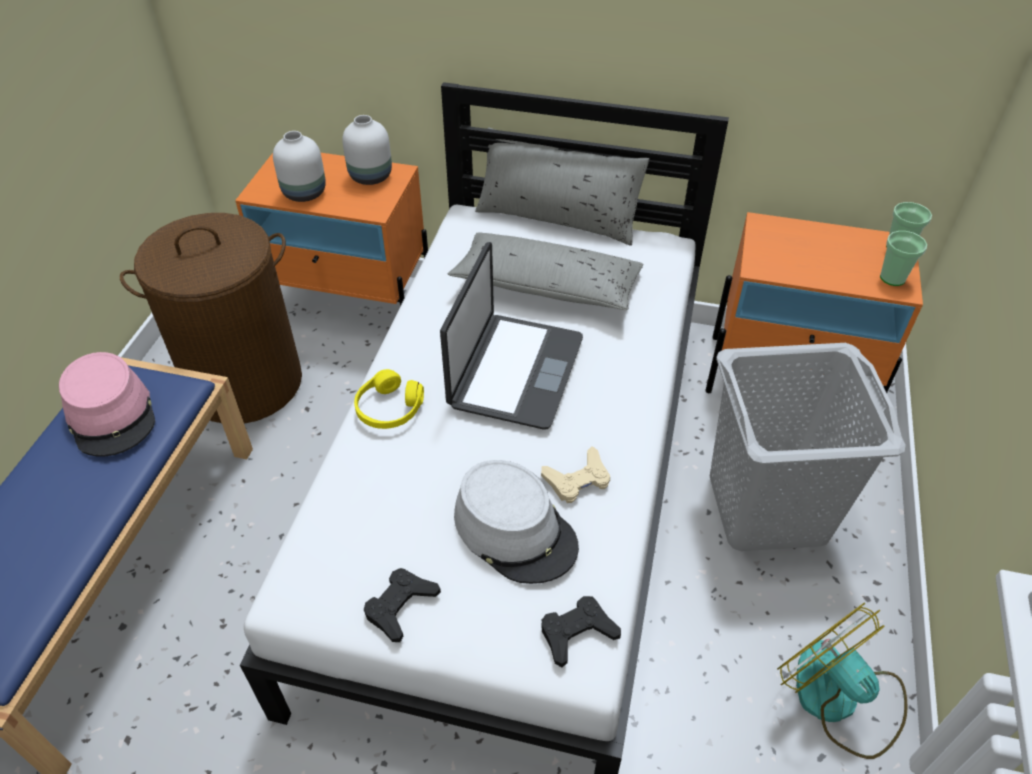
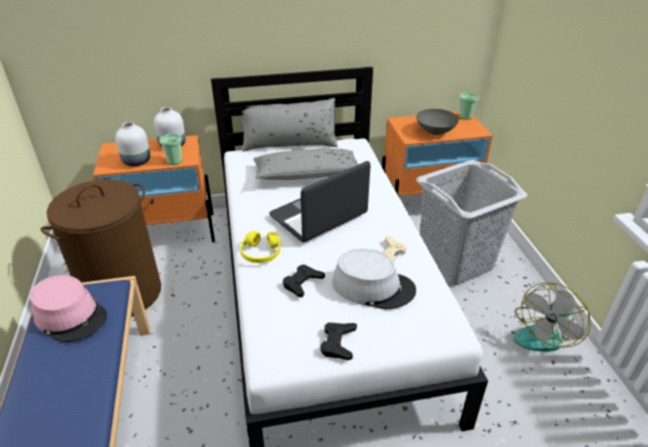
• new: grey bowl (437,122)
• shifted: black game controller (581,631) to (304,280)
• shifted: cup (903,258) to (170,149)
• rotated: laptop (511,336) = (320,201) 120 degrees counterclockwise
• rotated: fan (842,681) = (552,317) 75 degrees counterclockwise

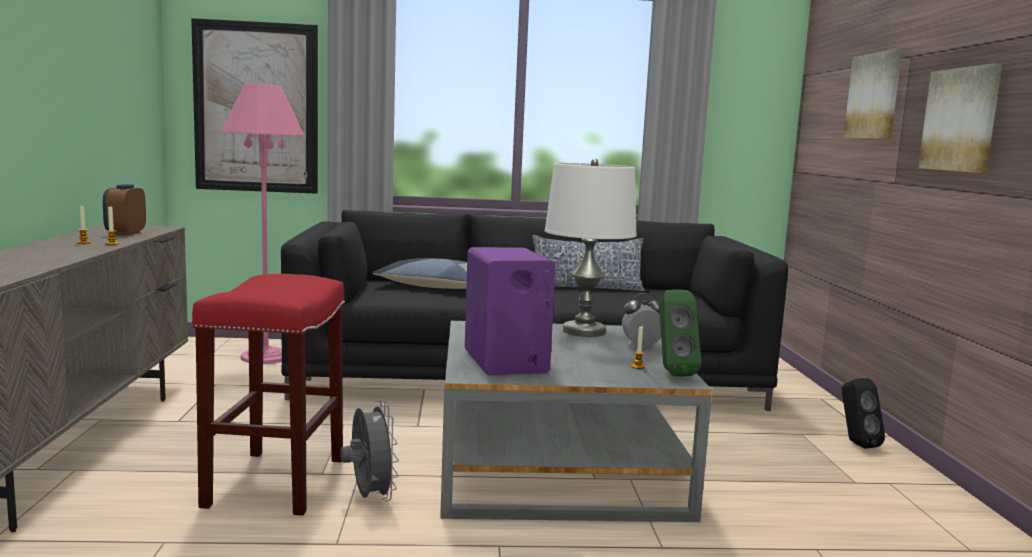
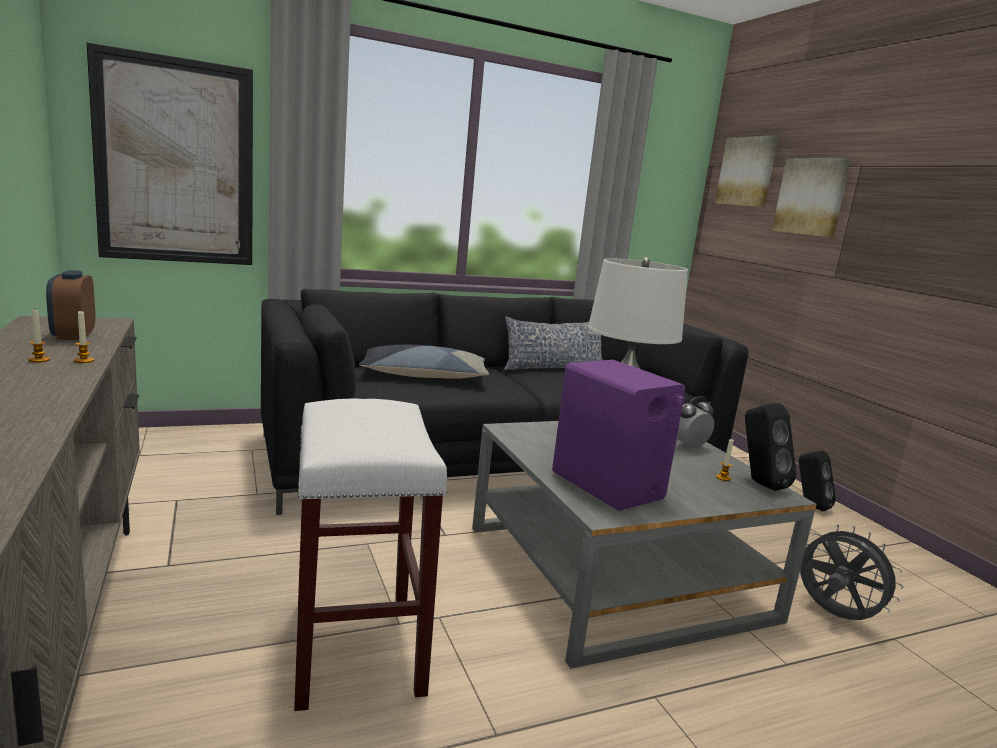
• gone: pink floor lamp (263,224)
• shifted: grey fan (369,451) to (852,572)
• shifted: picture (960,118) to (747,171)
• repainted: red stool (268,395) to white stool (370,555)
• repainted: green speaker (680,332) to black speaker (770,447)

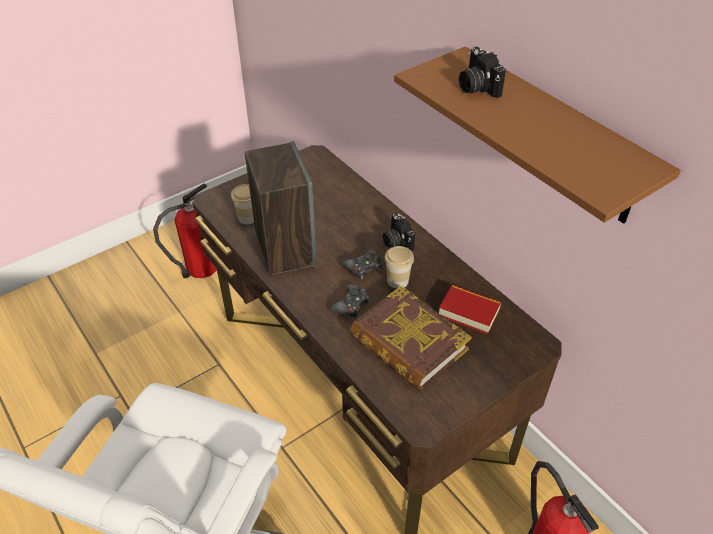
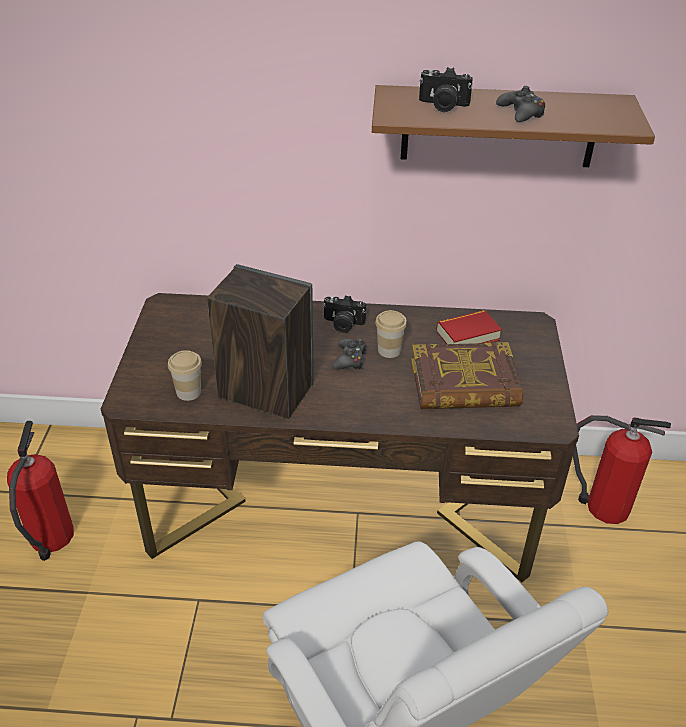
• shifted: black game controller (350,301) to (520,104)

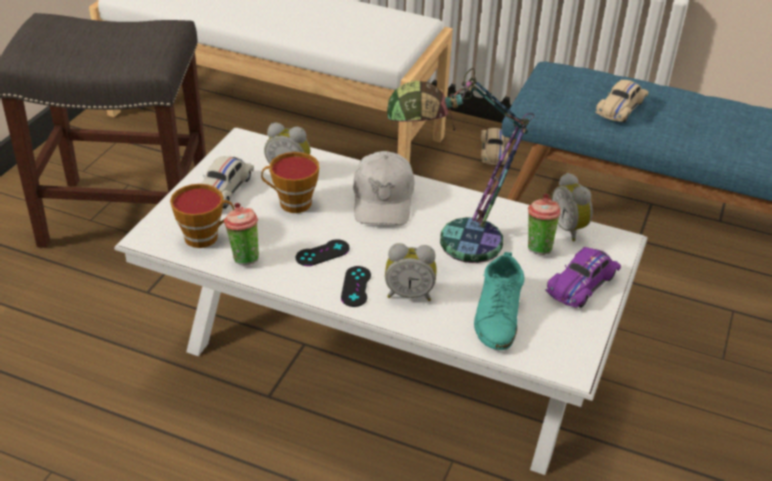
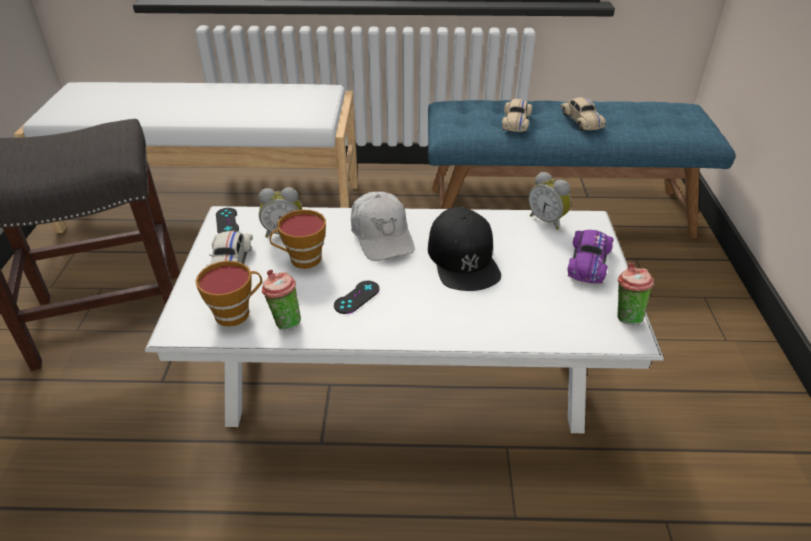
• gone: alarm clock (411,272)
• gone: turquoise shoe (499,301)
• shifted: black game controller (356,286) to (227,220)
• shifted: beige toy car (495,146) to (583,114)
• shifted: cup (544,224) to (635,294)
• swapped: table lamp (460,165) to black cap (464,249)

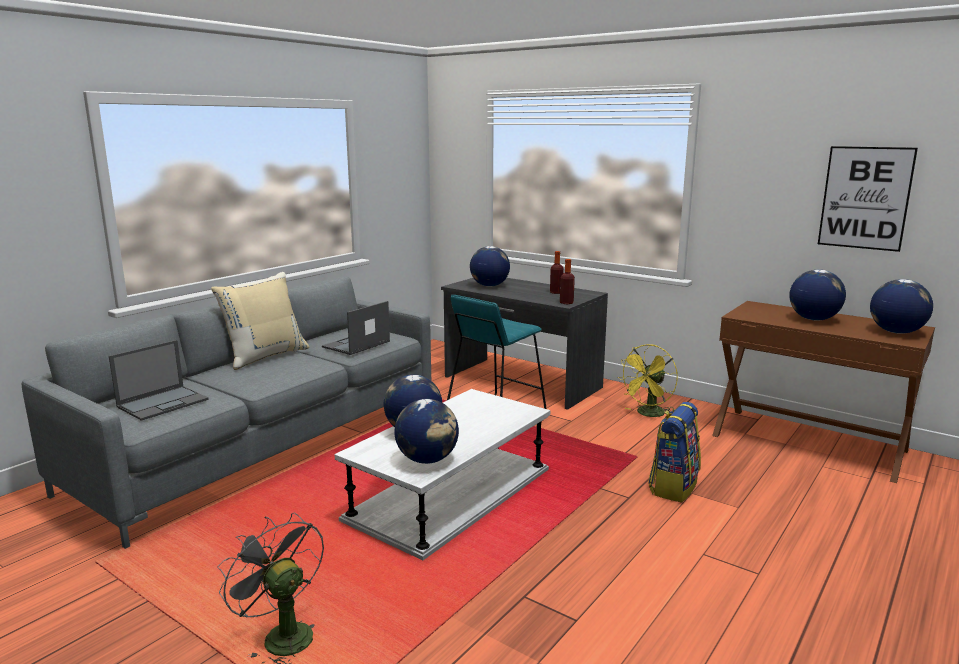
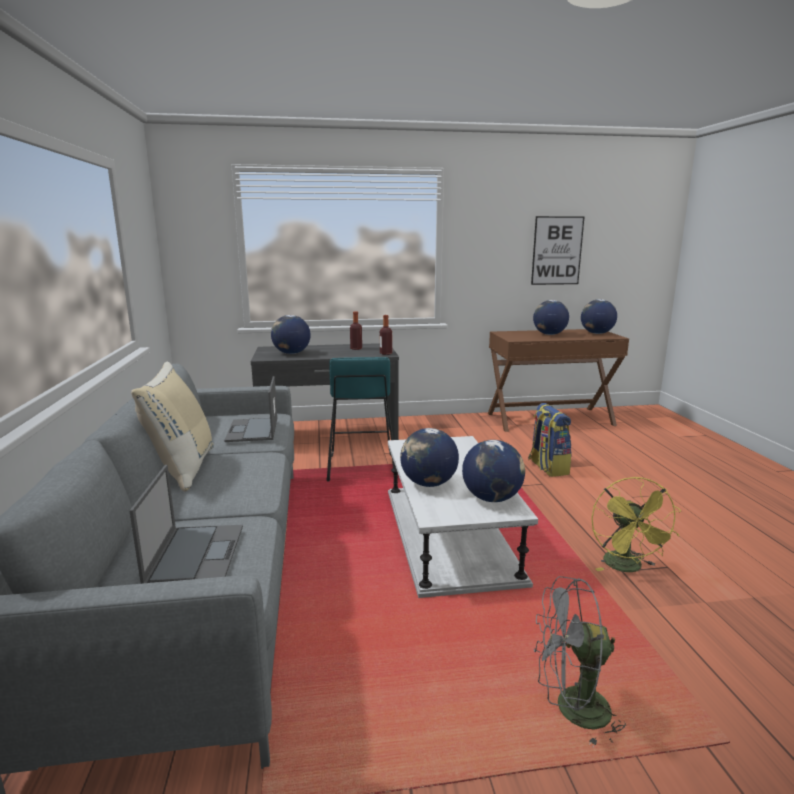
• shifted: yellow fan (648,380) to (636,524)

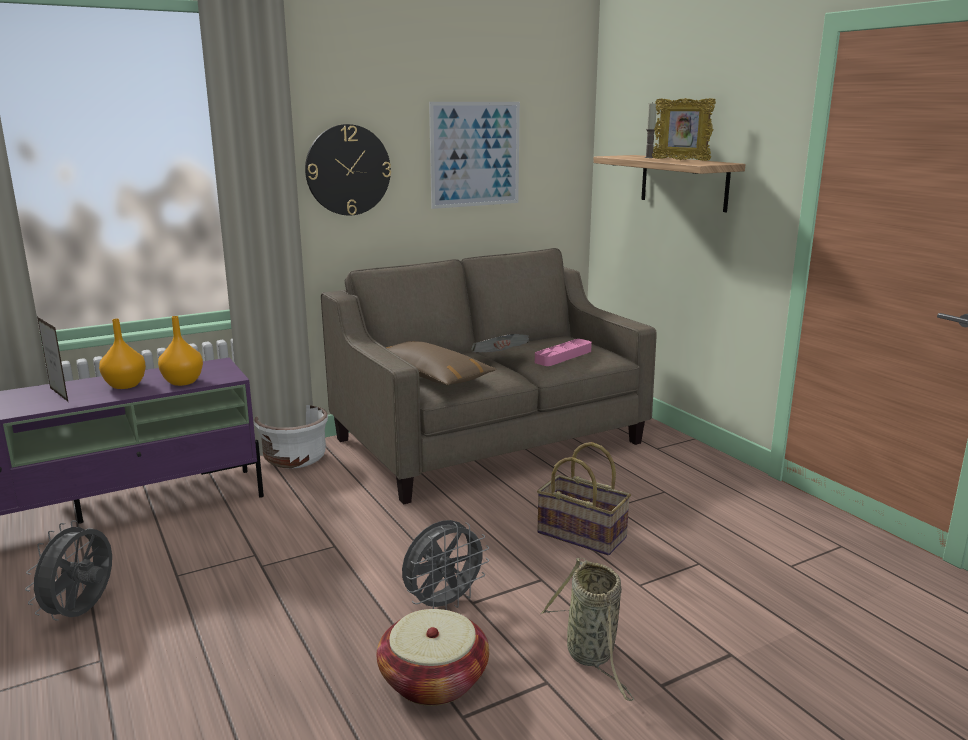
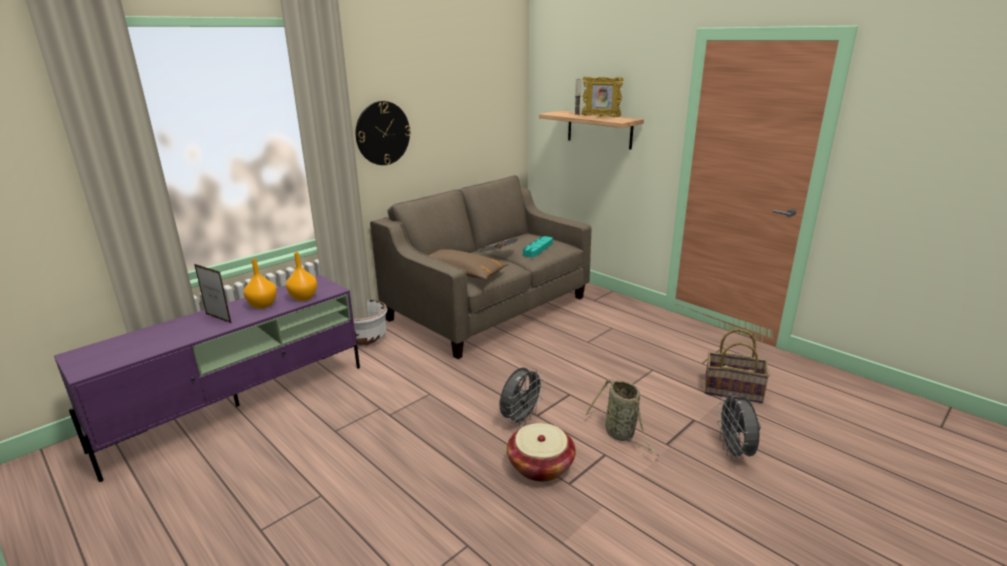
• gone: picture (474,155)
• shifted: grey fan (68,570) to (739,426)
• shifted: basket (584,499) to (737,366)
• repainted: pink tray (563,352) to turquoise tray (538,246)

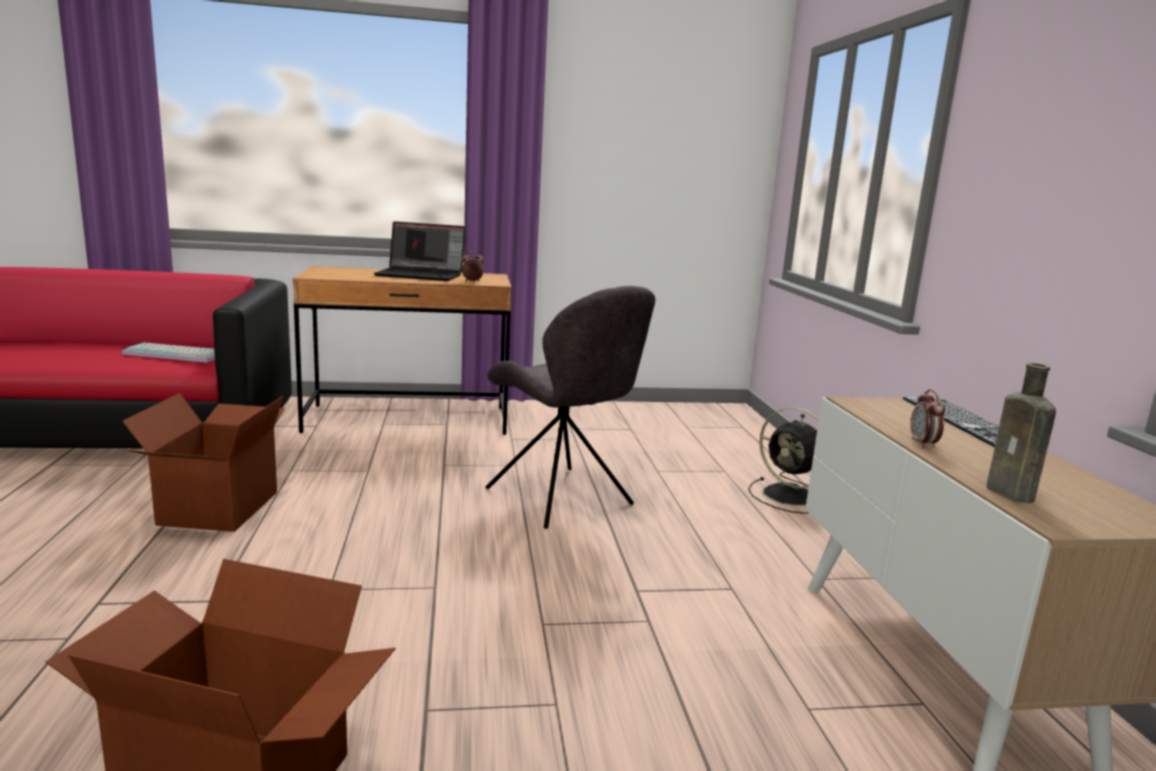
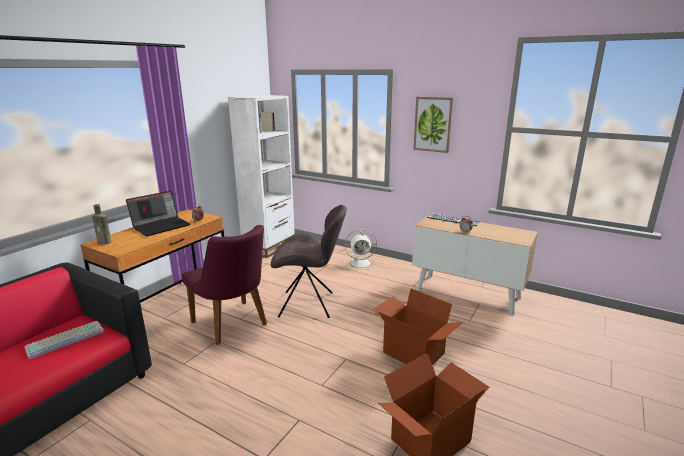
• new: purple chair (224,285)
• new: white bookcase (261,176)
• new: picture (433,125)
• shifted: cardboard box (203,462) to (417,327)
• shifted: brown bottle (1021,433) to (101,224)
• repainted: black fan (783,460) to white fan (360,249)

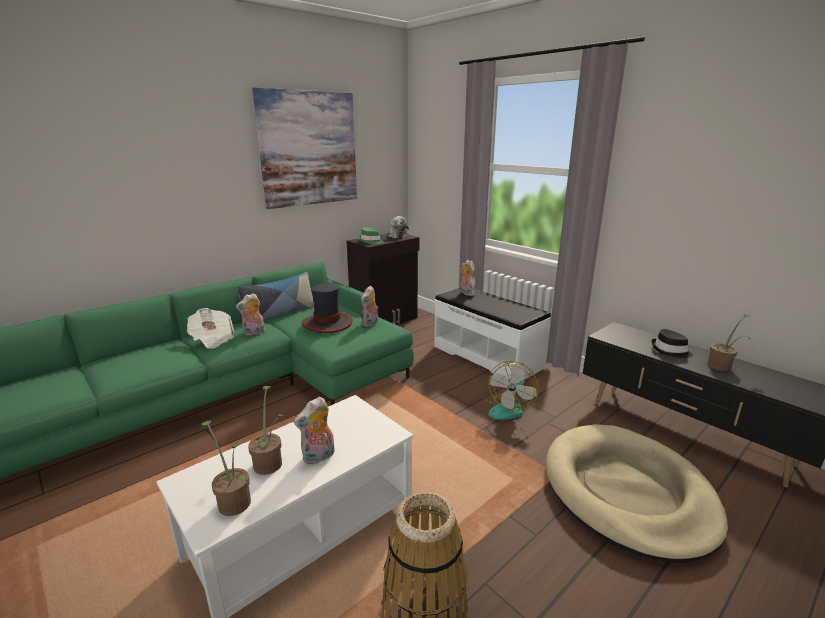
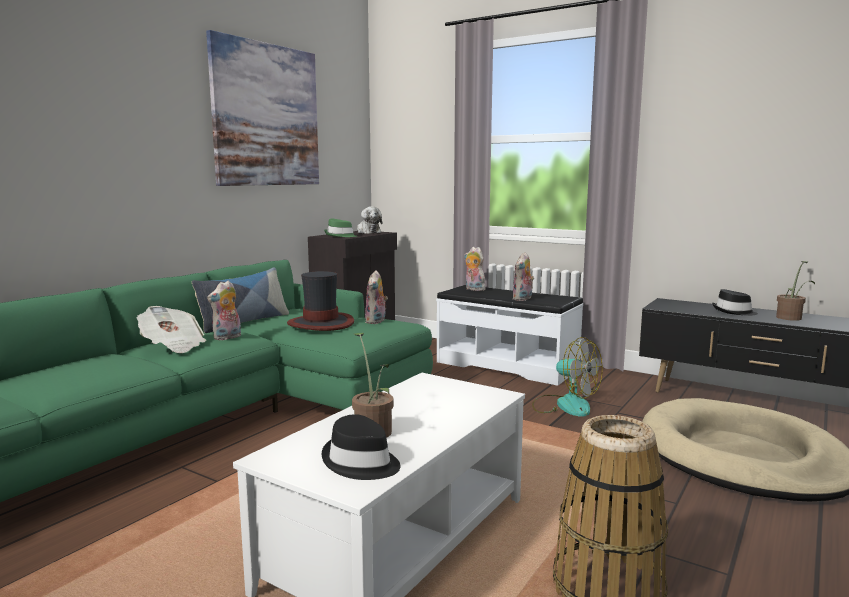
• shifted: plush toy (314,430) to (523,276)
• swapped: potted plant (226,468) to black hat (361,447)
• rotated: fan (511,390) = (567,377) 60 degrees counterclockwise

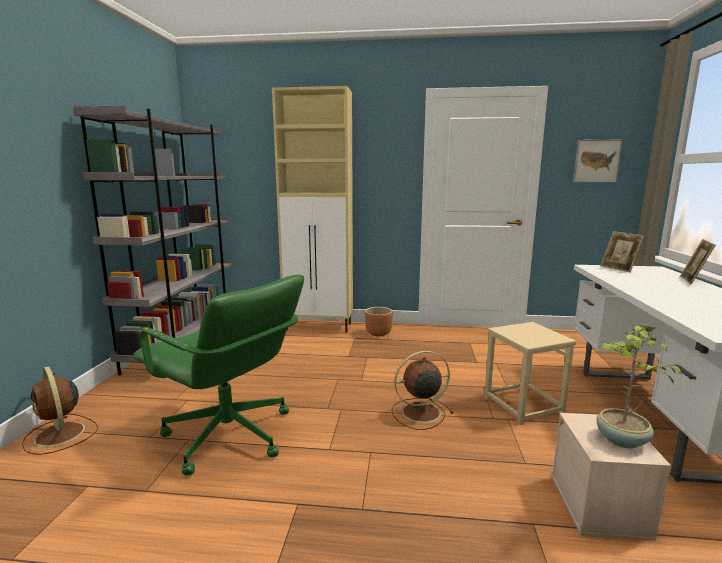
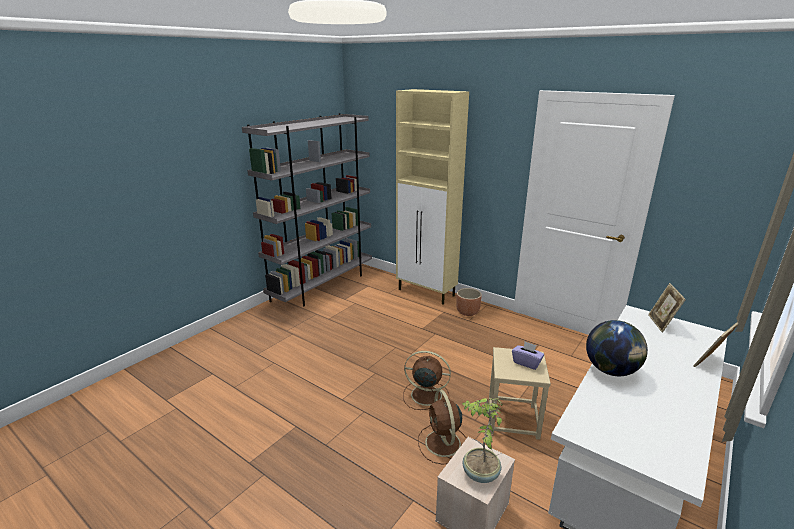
• gone: green office chair (218,375)
• gone: picture (598,160)
• new: purple tissue box (528,355)
• new: globe (617,348)
• shifted: brown fan (60,410) to (442,427)

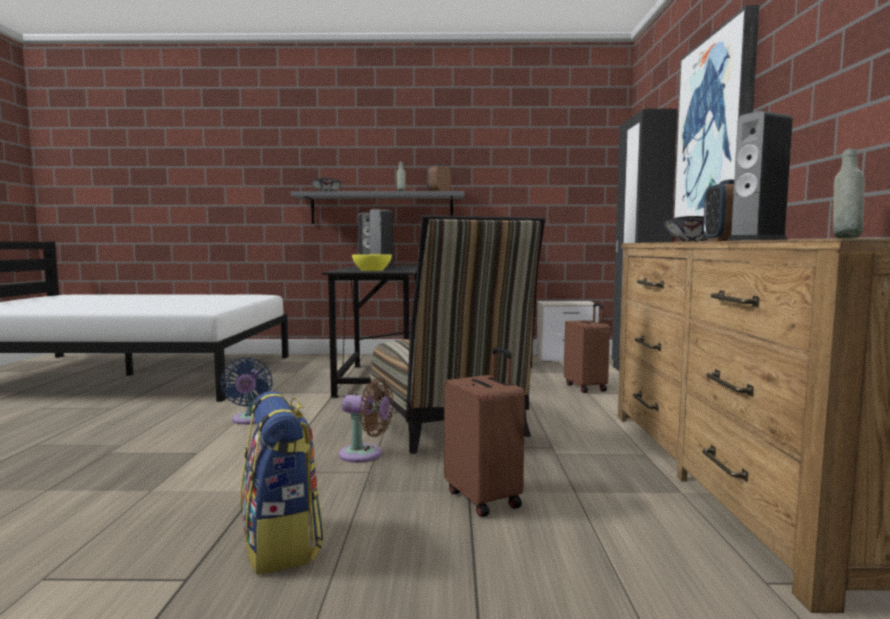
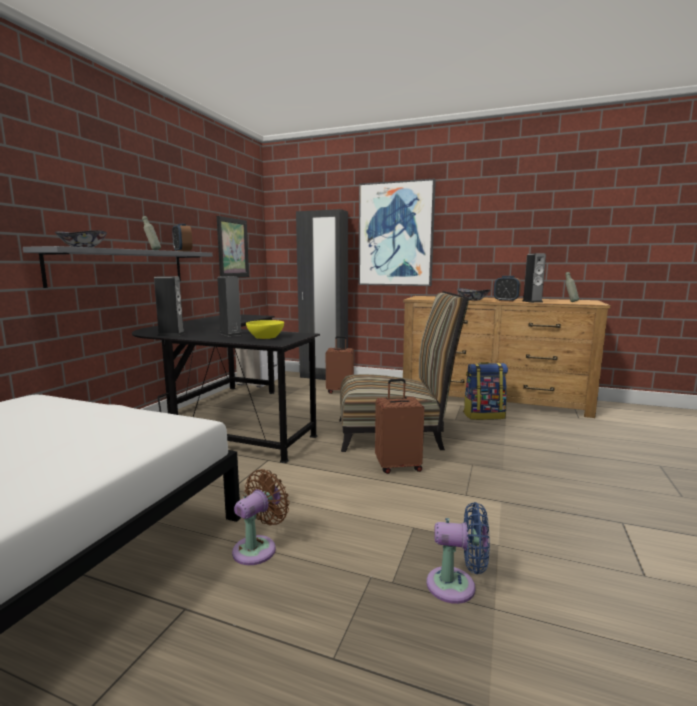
• new: picture (233,246)
• shifted: blue fan (246,391) to (458,553)
• shifted: backpack (282,483) to (485,391)
• shifted: brown fan (366,420) to (261,517)
• shifted: brown suitcase (484,432) to (399,426)

